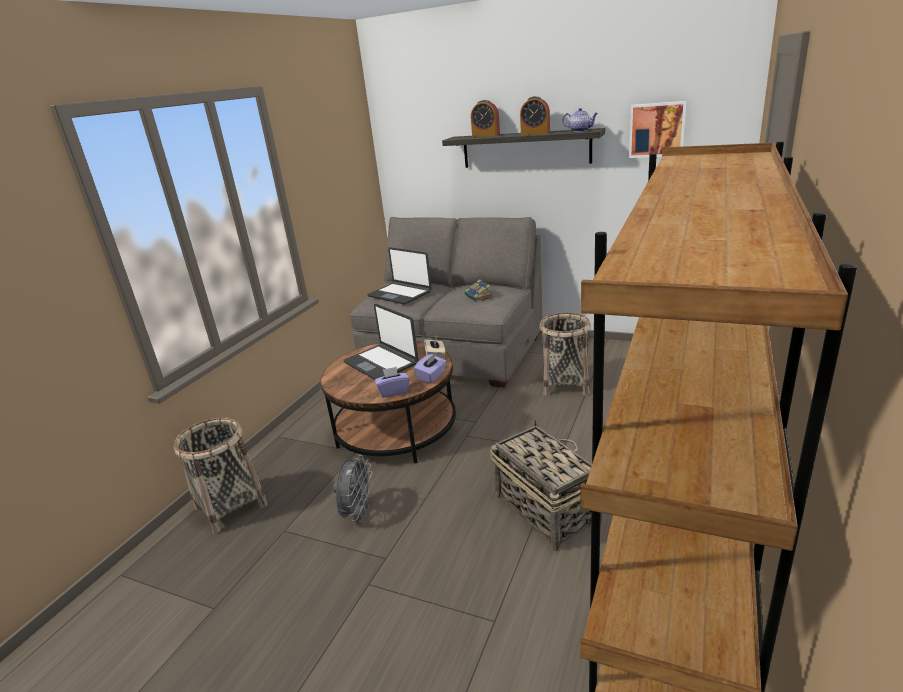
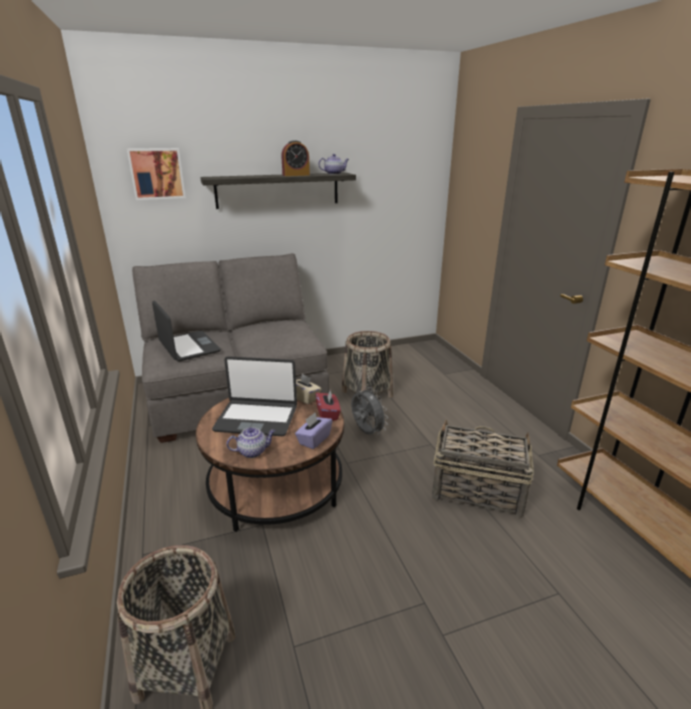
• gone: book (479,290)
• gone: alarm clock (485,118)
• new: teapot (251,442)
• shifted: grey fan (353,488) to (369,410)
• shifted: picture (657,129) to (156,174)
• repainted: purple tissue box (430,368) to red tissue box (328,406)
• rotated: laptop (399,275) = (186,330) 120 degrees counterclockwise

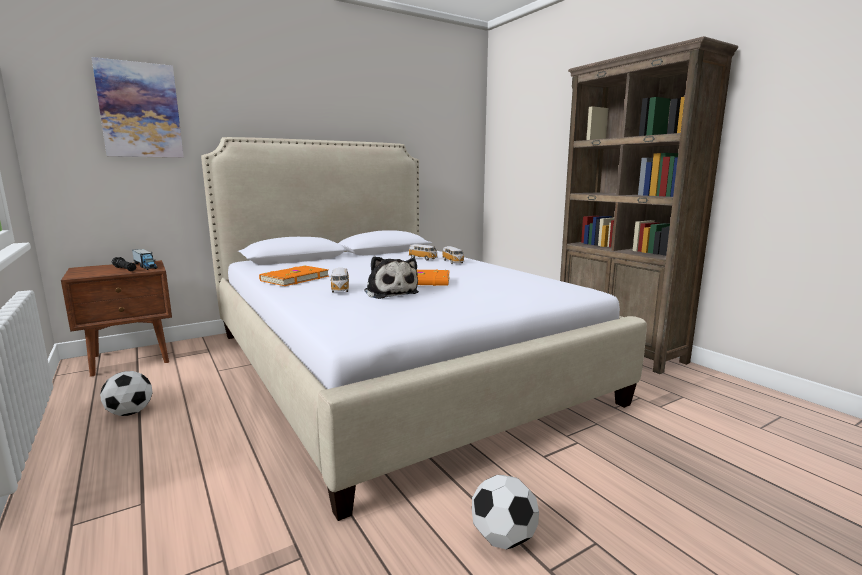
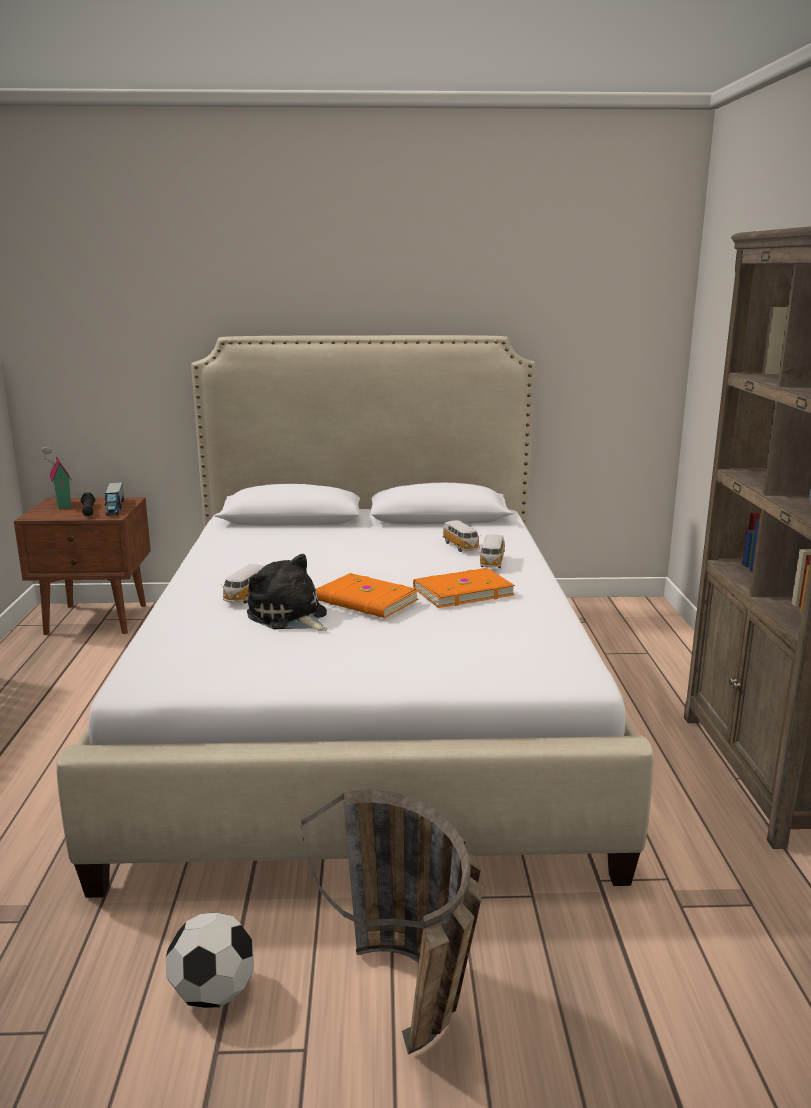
• gone: picture (137,107)
• gone: football (126,393)
• new: toy house (57,477)
• new: basket (392,922)
• shifted: orange book (294,275) to (464,588)
• rotated: plush toy (391,277) = (287,592) 135 degrees clockwise

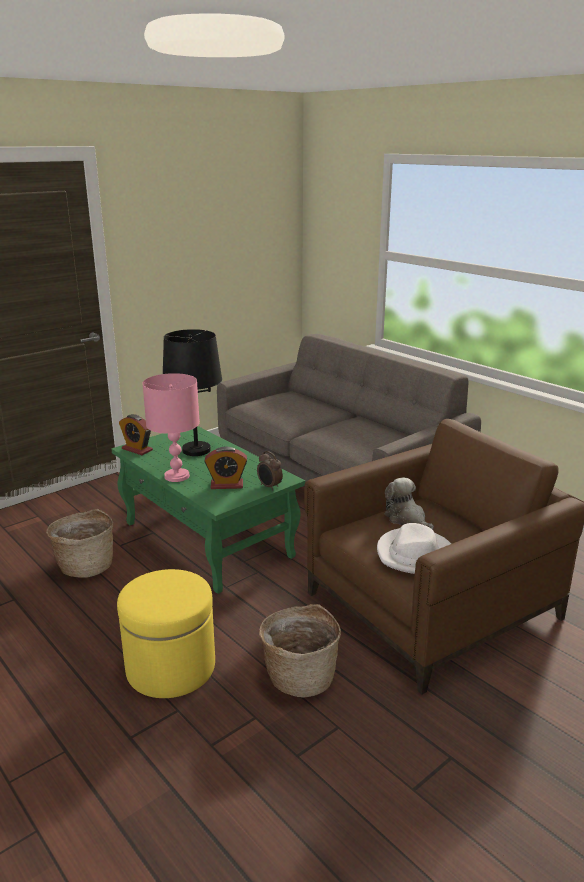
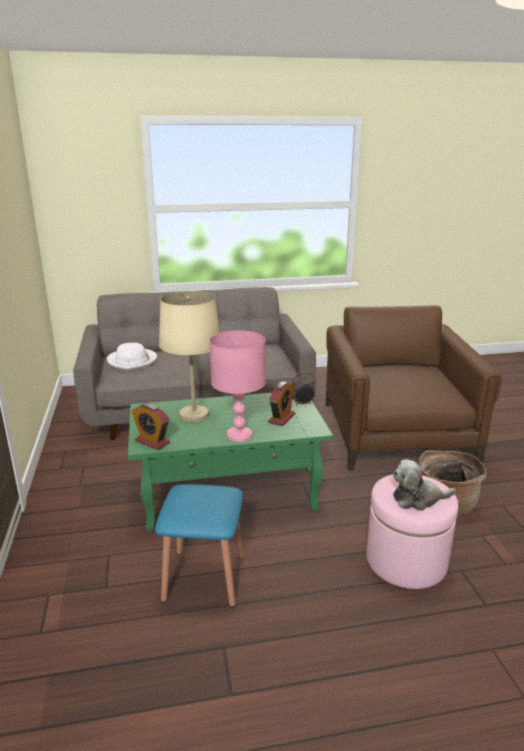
• shifted: white hat (414,548) to (132,357)
• shifted: plush toy (409,504) to (424,485)
• swapped: basket (79,543) to blue stool (199,545)
• repainted: yellow ottoman (166,633) to pink ottoman (412,531)
• repainted: black table lamp (192,392) to beige table lamp (189,356)
• rotated: alarm clock (136,434) = (151,426) 60 degrees clockwise

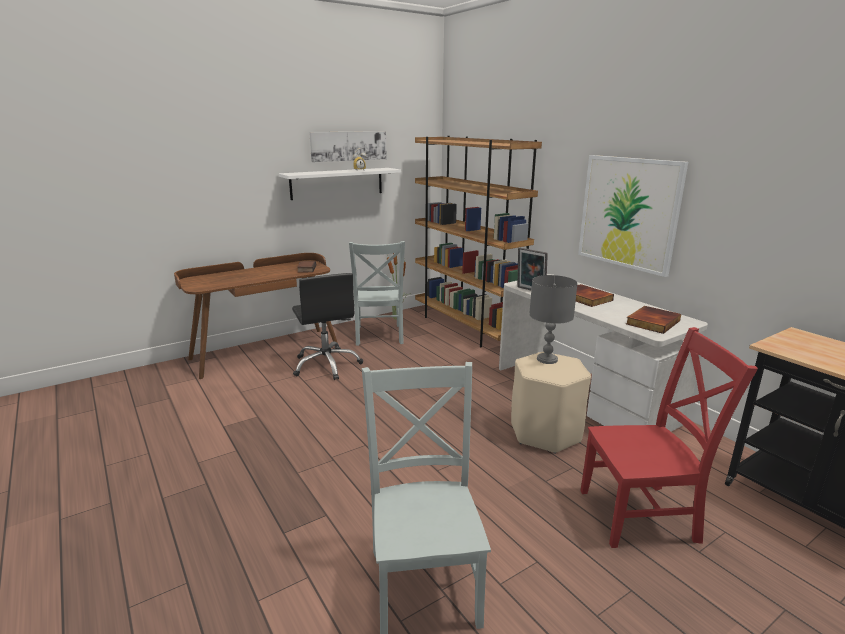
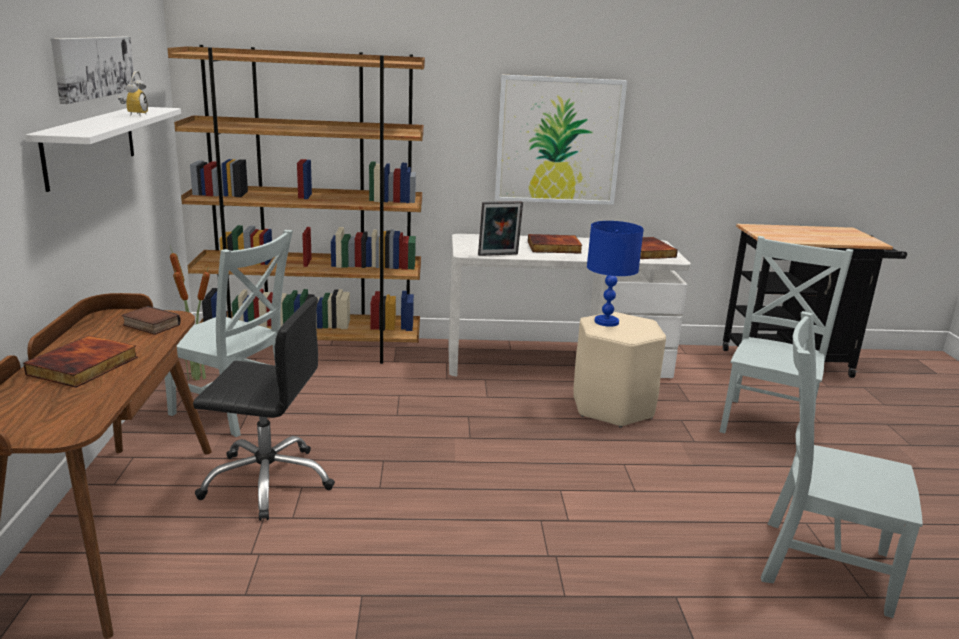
• new: book (80,361)
• repainted: grey table lamp (553,319) to blue table lamp (615,274)
• repainted: red chair (669,437) to grey chair (786,334)

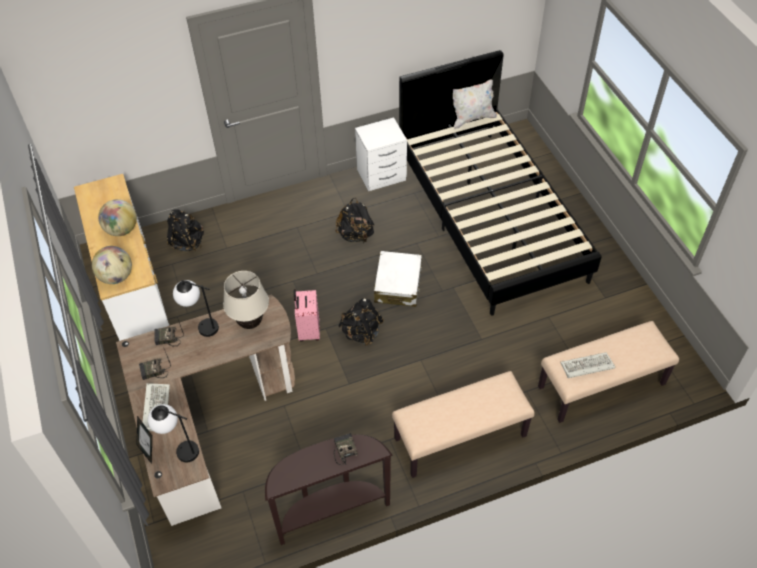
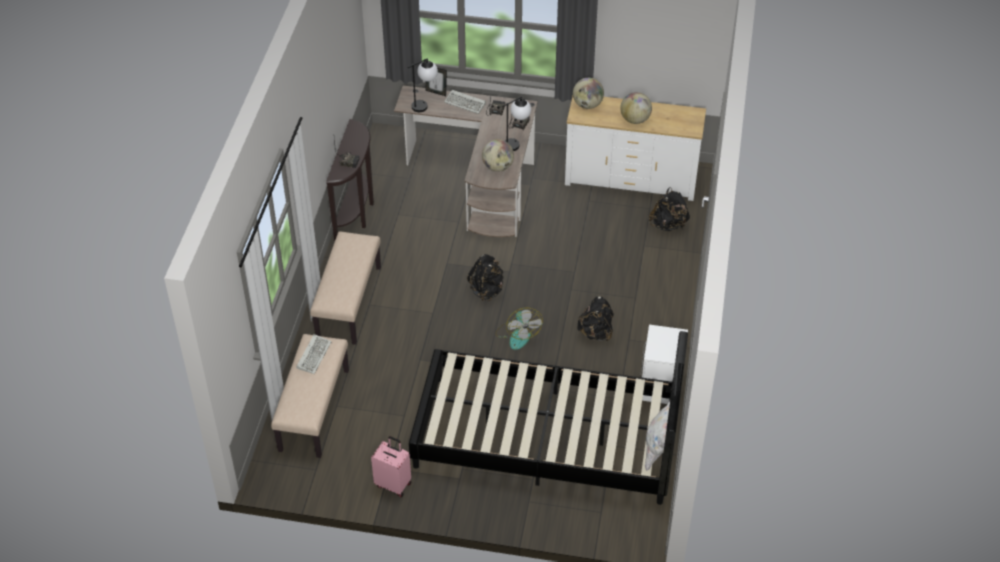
• shifted: pink suitcase (307,315) to (391,466)
• swapped: beige table lamp (246,300) to globe (498,155)
• swapped: white suitcase (398,279) to fan (519,328)

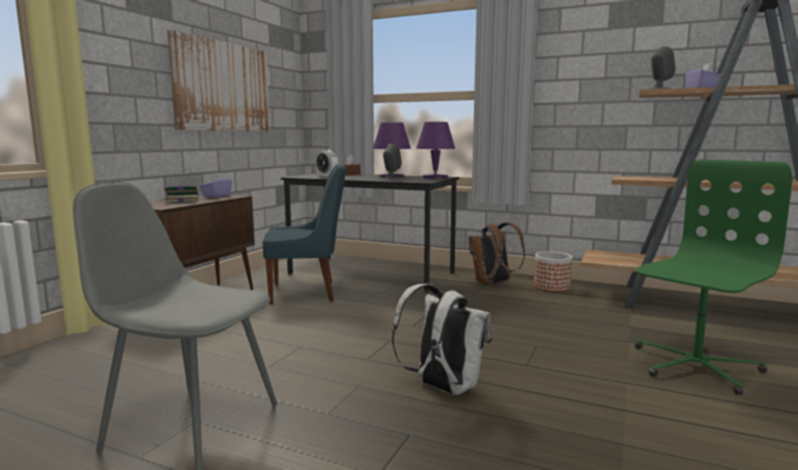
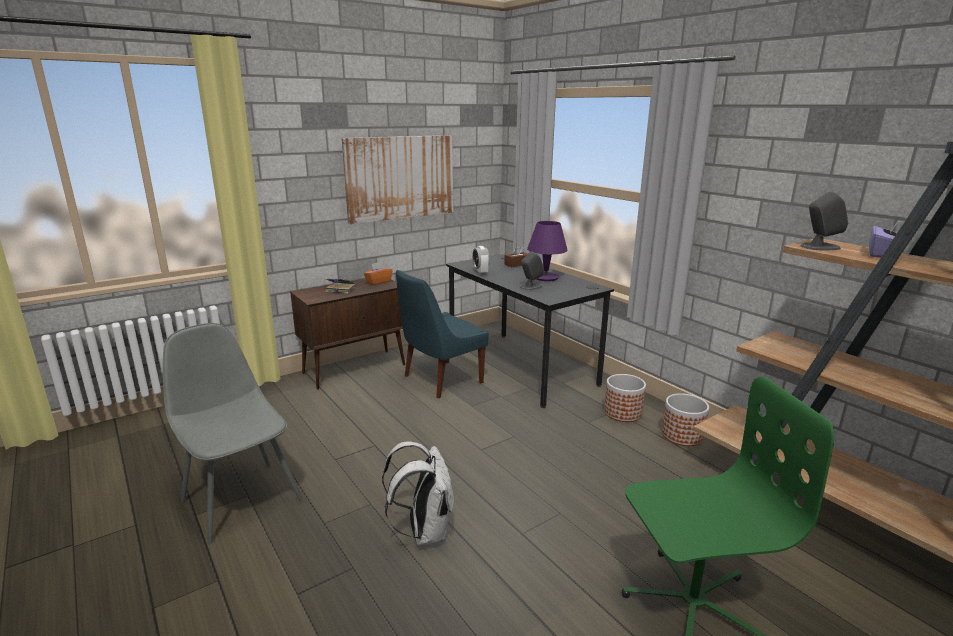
• gone: purple table lamp (435,150)
• swapped: brown backpack (496,253) to planter (625,398)
• repainted: purple tissue box (216,185) to orange tissue box (378,273)
• rotated: blue chair (304,234) = (442,334) 120 degrees clockwise

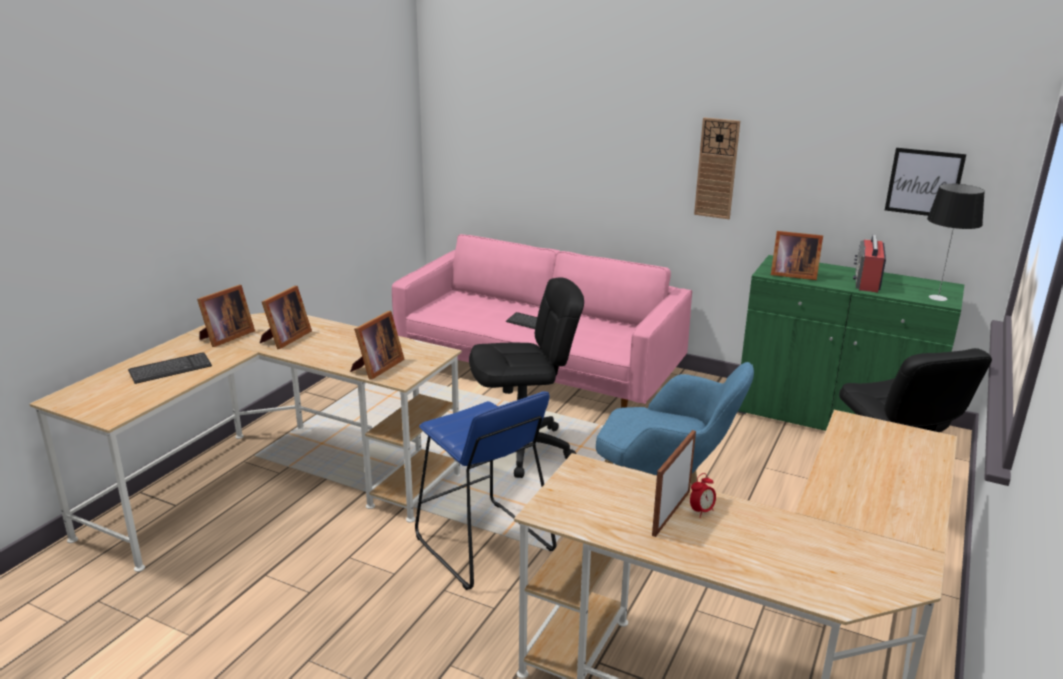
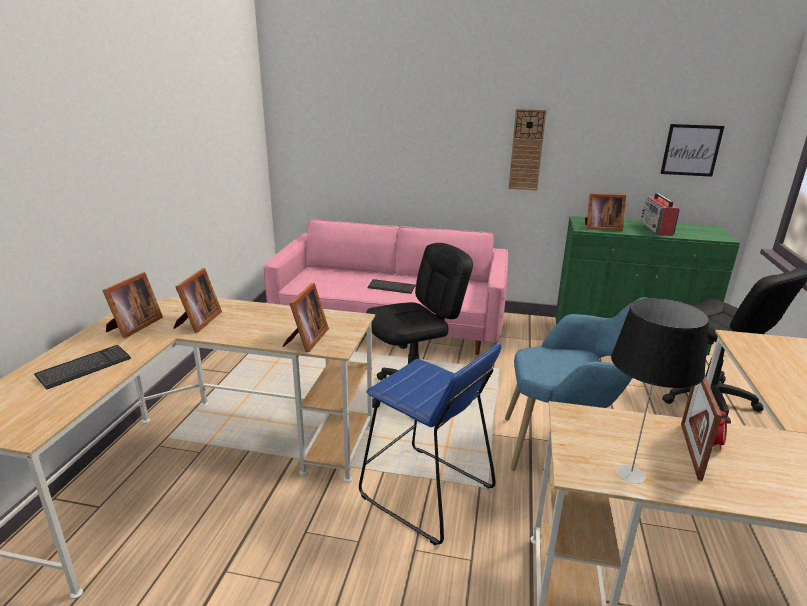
• shifted: table lamp (956,242) to (660,391)

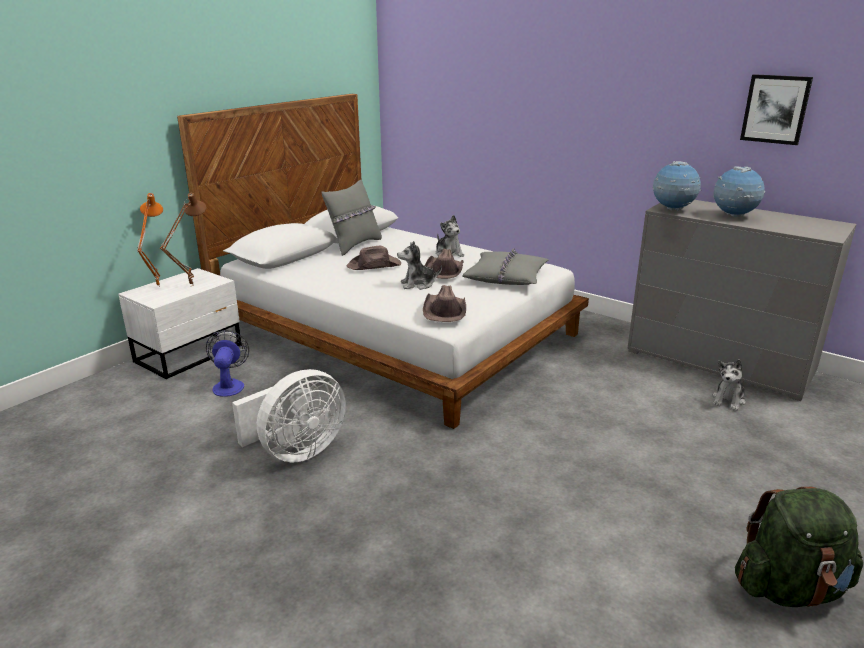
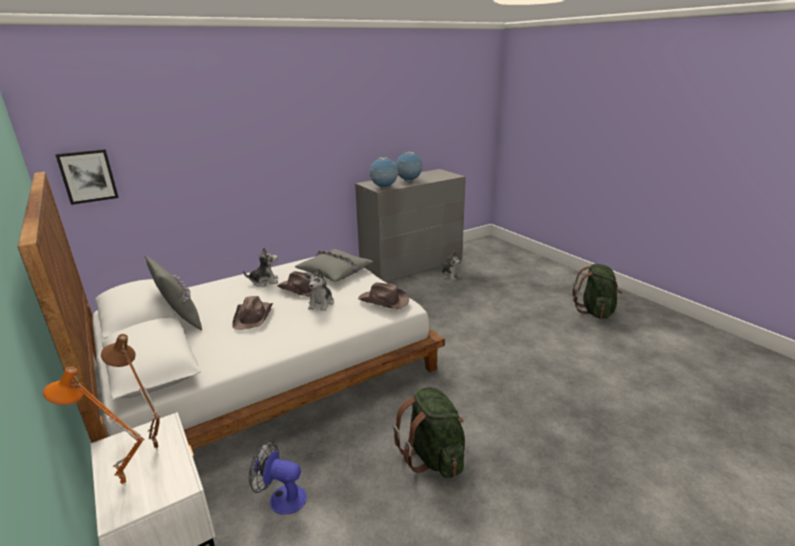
• shifted: picture (776,109) to (87,177)
• swapped: white fan (289,415) to green backpack (429,432)

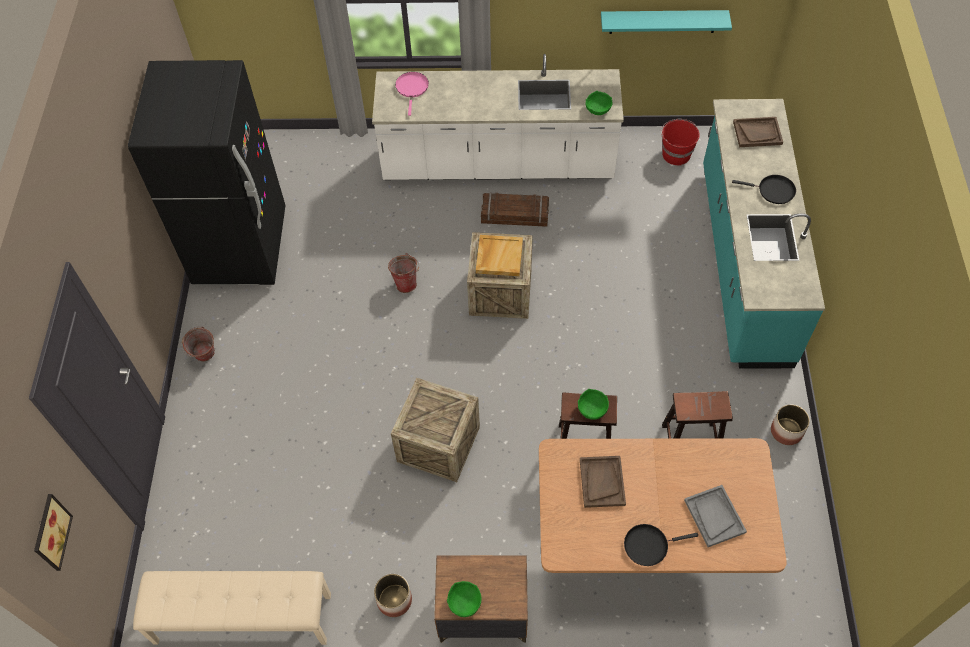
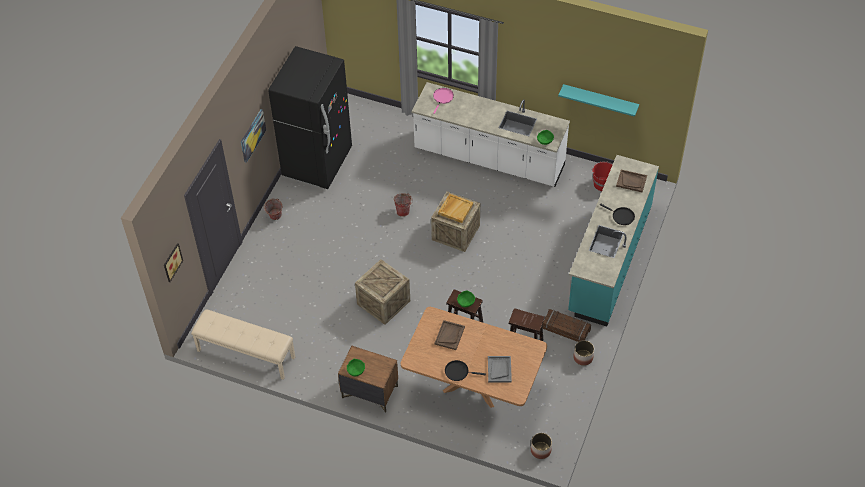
• new: picture (253,136)
• shifted: planter (393,595) to (541,446)
• shifted: crate (515,210) to (566,325)

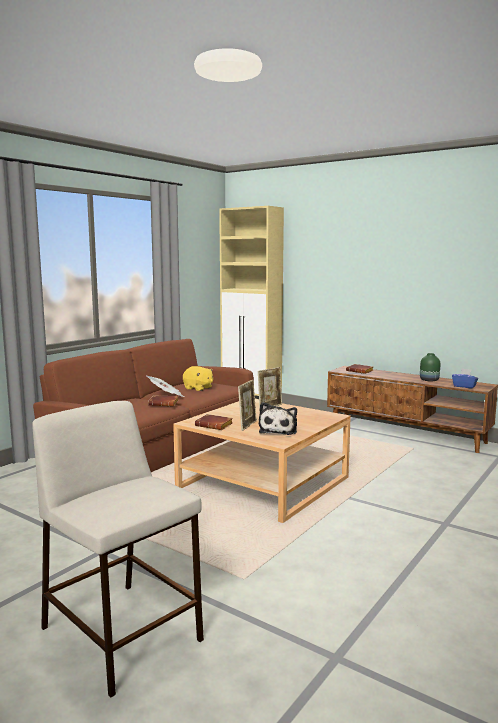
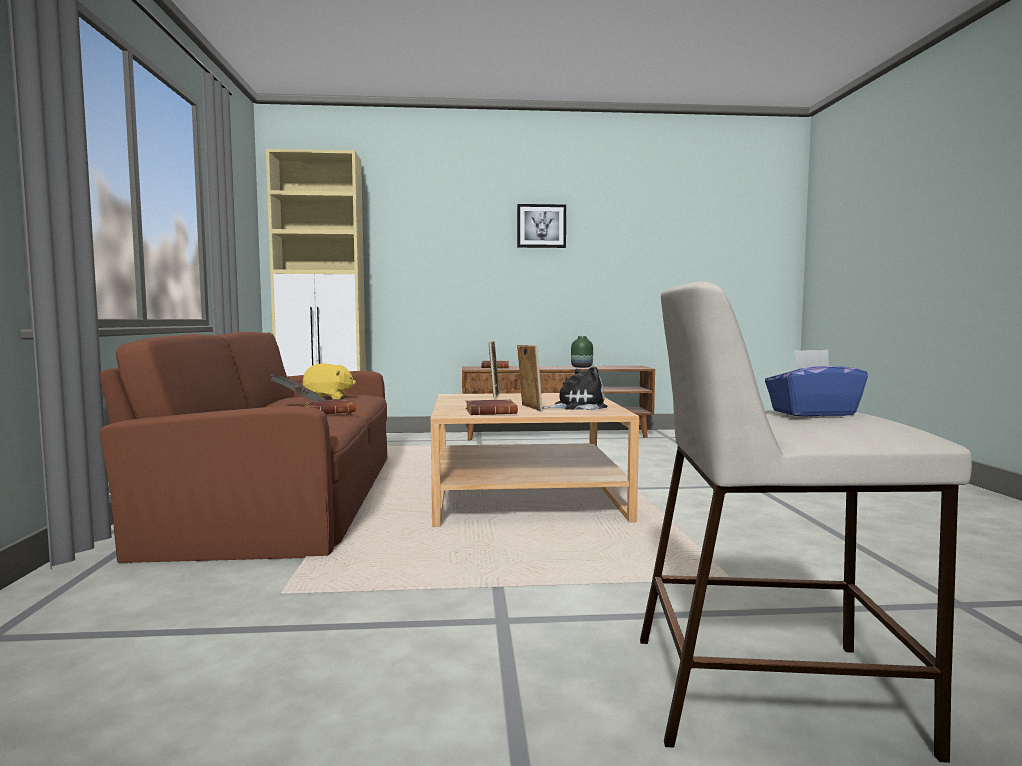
• new: picture (541,226)
• shifted: blue tissue box (465,378) to (816,382)
• rotated: plush toy (278,418) = (575,388) 75 degrees counterclockwise

